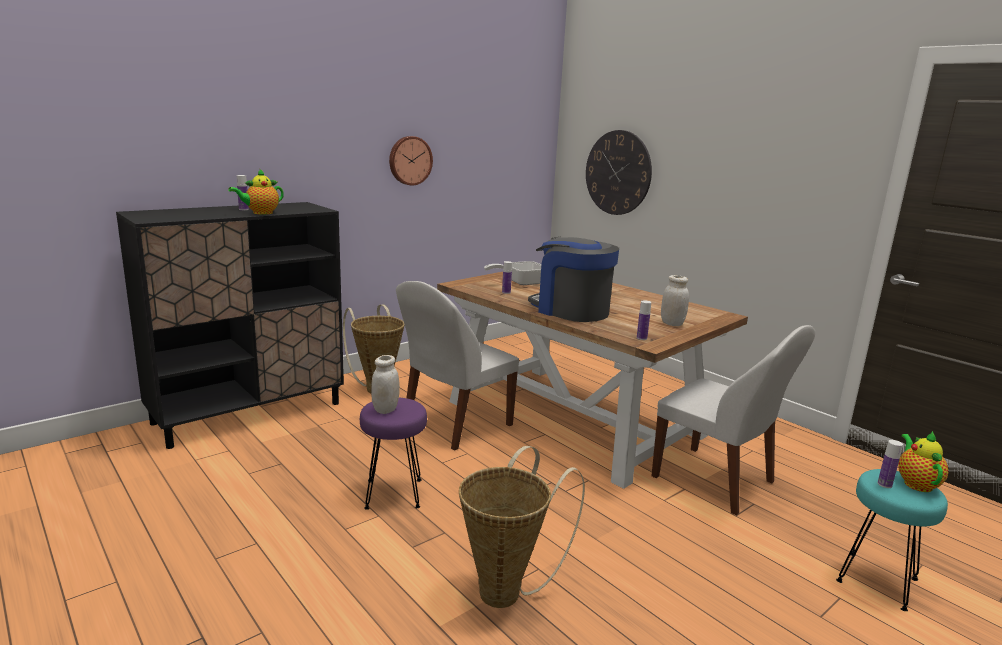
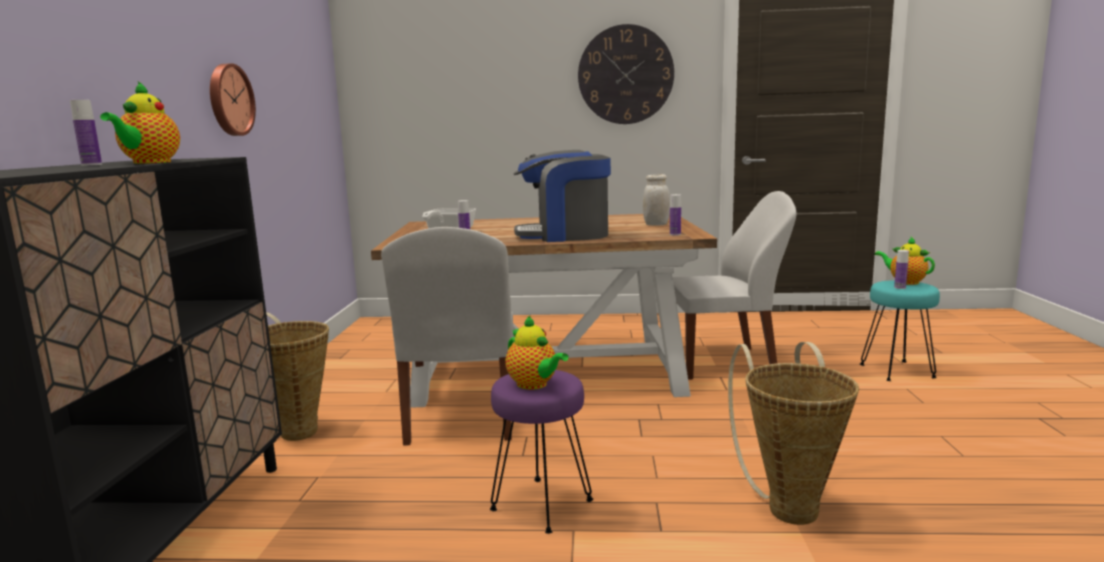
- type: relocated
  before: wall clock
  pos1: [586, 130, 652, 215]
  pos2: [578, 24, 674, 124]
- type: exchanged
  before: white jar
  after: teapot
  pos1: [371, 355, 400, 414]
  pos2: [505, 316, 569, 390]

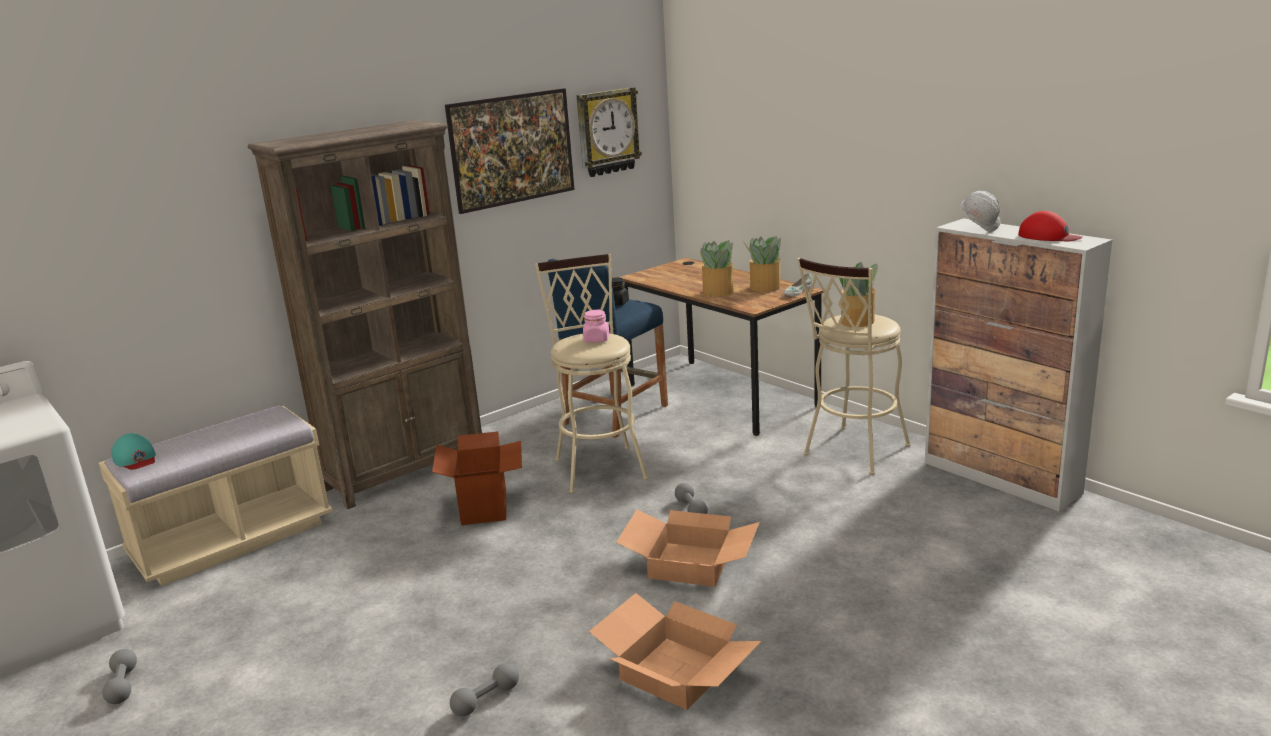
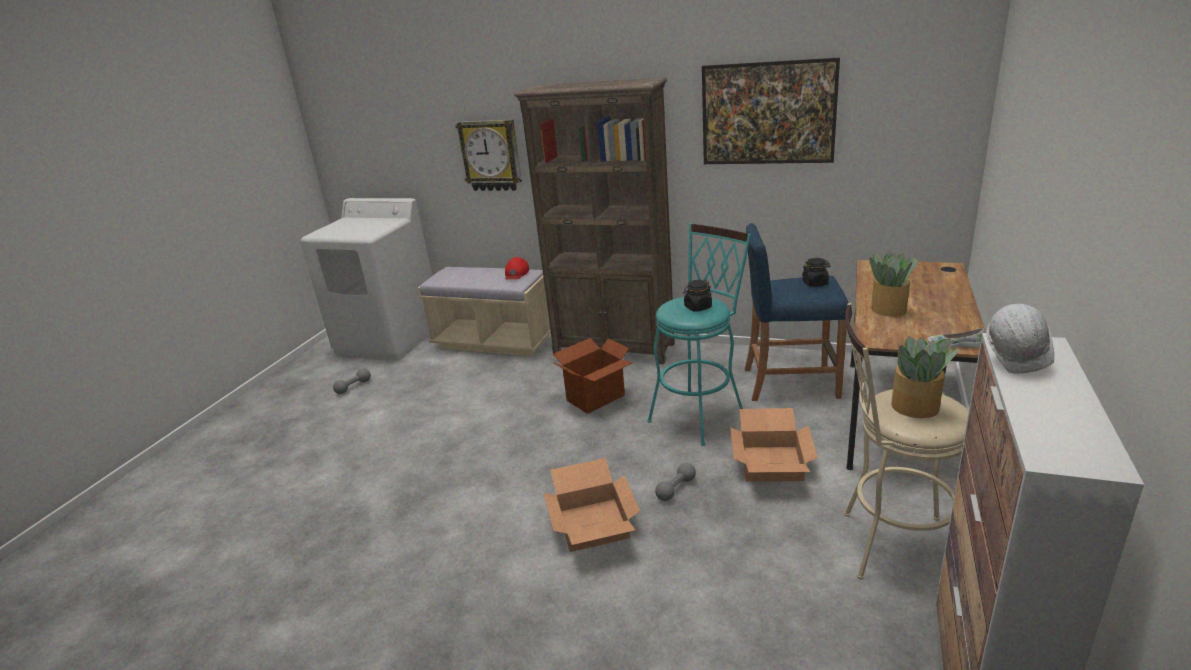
- type: relocated
  before: wall clock
  pos1: [576, 87, 642, 177]
  pos2: [455, 120, 522, 191]
- type: relocated
  before: red cap
  pos1: [1018, 211, 1083, 242]
  pos2: [505, 257, 529, 280]
- type: missing
  before: potted plant
  pos1: [744, 236, 781, 292]
- type: colour
  before: beige stool
  after: turquoise stool
  pos1: [535, 254, 648, 493]
  pos2: [647, 223, 751, 446]
- type: colour
  before: pink jar
  after: black jar
  pos1: [583, 310, 609, 342]
  pos2: [684, 280, 712, 312]
- type: missing
  before: turquoise cap
  pos1: [111, 433, 156, 470]
- type: relocated
  before: cardboard box
  pos1: [589, 593, 761, 710]
  pos2: [730, 408, 818, 482]
- type: missing
  before: grey dumbbell
  pos1: [450, 663, 519, 716]

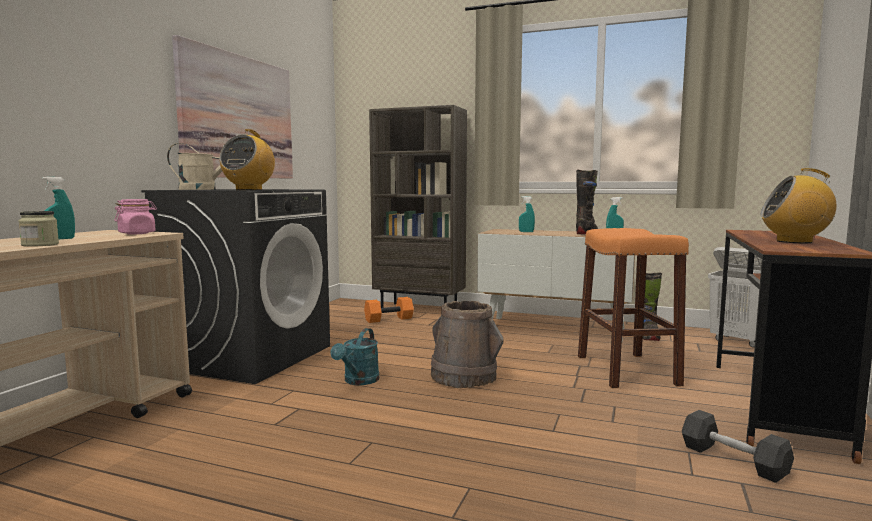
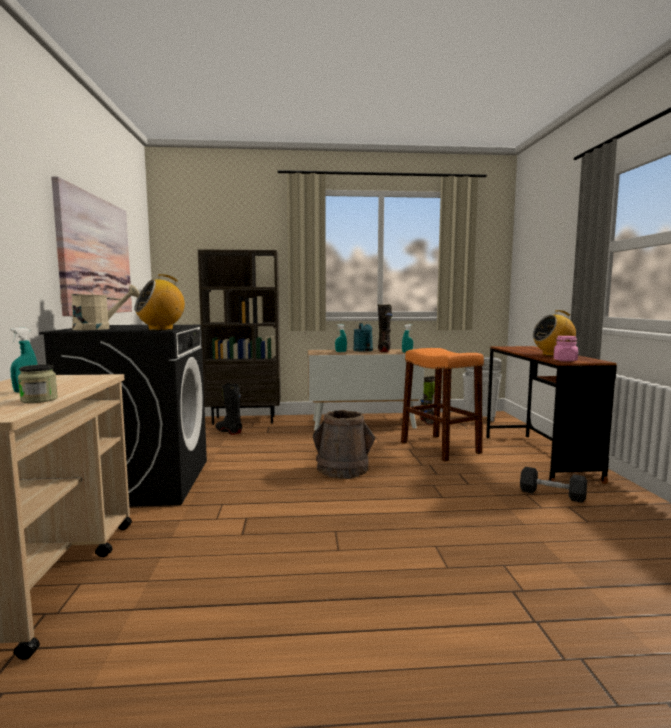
- type: spun
  before: radio
  pos1: [220, 129, 275, 190]
  pos2: [134, 274, 185, 330]
  turn: 60
- type: relocated
  before: pink jar
  pos1: [114, 199, 157, 234]
  pos2: [553, 336, 578, 362]
- type: exchanged
  before: orange dumbbell
  after: black boot
  pos1: [364, 297, 414, 323]
  pos2: [215, 383, 242, 435]
- type: relocated
  before: turquoise watering can
  pos1: [331, 328, 379, 385]
  pos2: [353, 323, 373, 352]

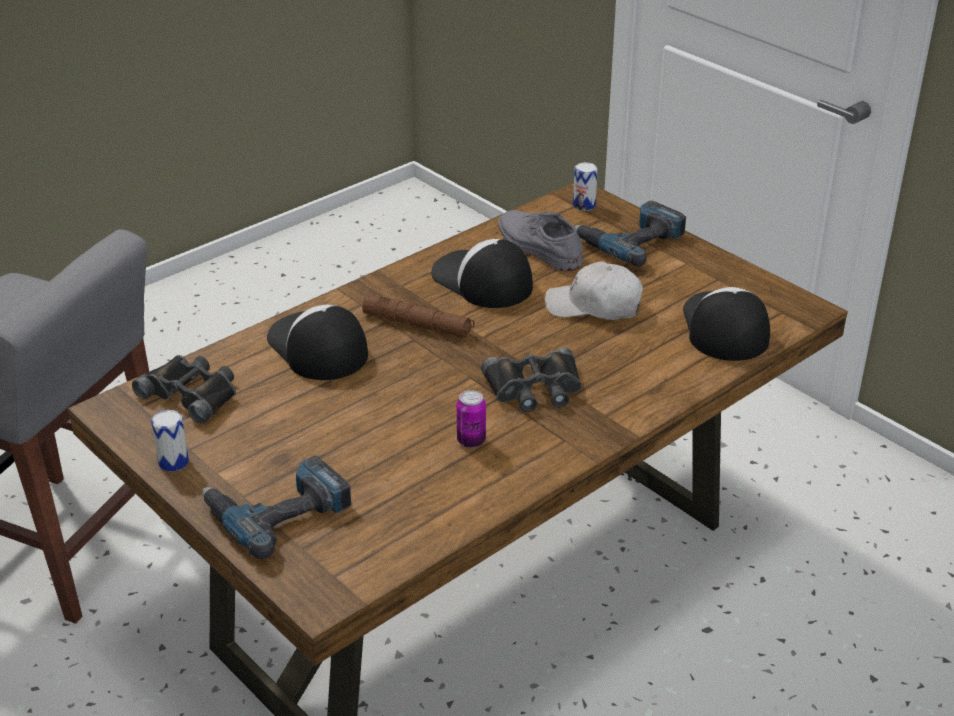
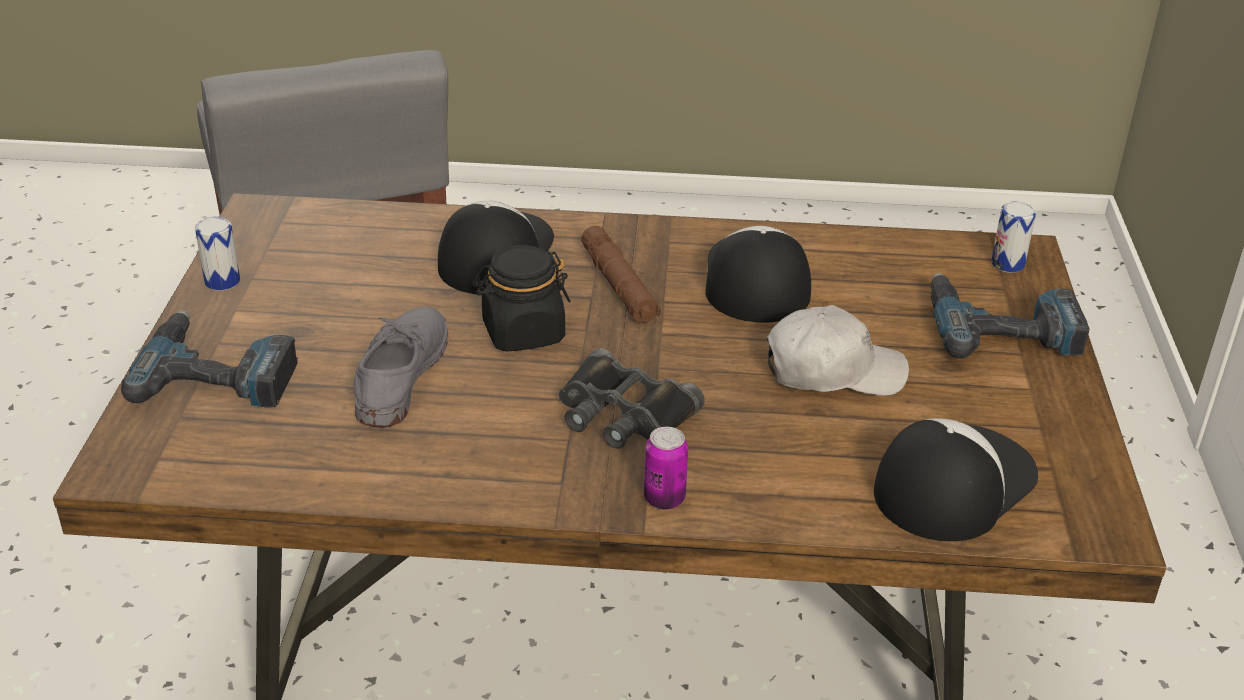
- type: relocated
  before: grey shoe
  pos1: [498, 210, 583, 271]
  pos2: [354, 307, 448, 428]
- type: spun
  before: white cap
  pos1: [545, 261, 643, 320]
  pos2: [767, 305, 909, 396]
  turn: 120
- type: missing
  before: black binoculars
  pos1: [132, 355, 236, 424]
- type: relocated
  before: can
  pos1: [457, 390, 486, 448]
  pos2: [644, 427, 688, 510]
- type: appeared
  after: black jar
  pos2: [472, 245, 571, 352]

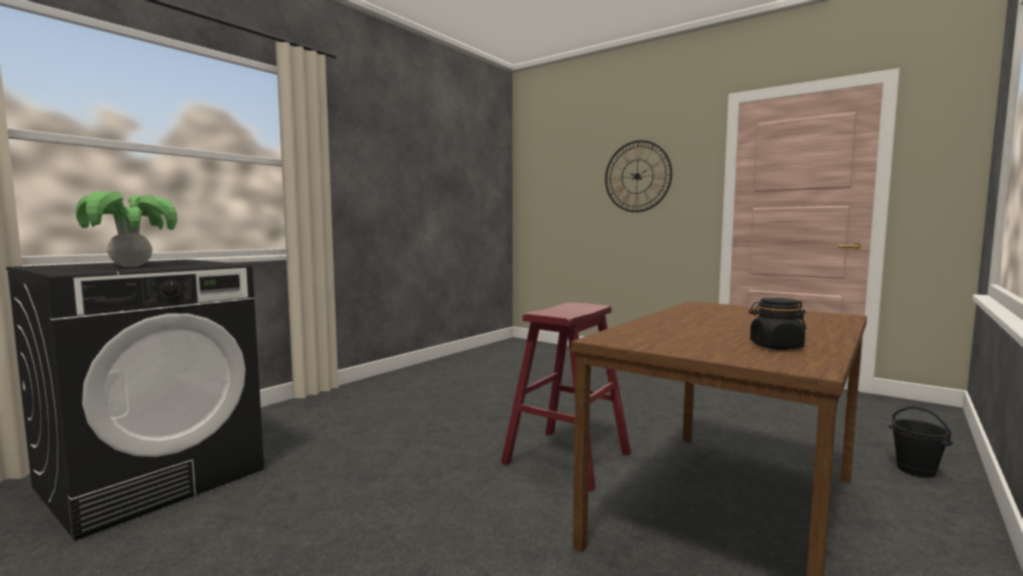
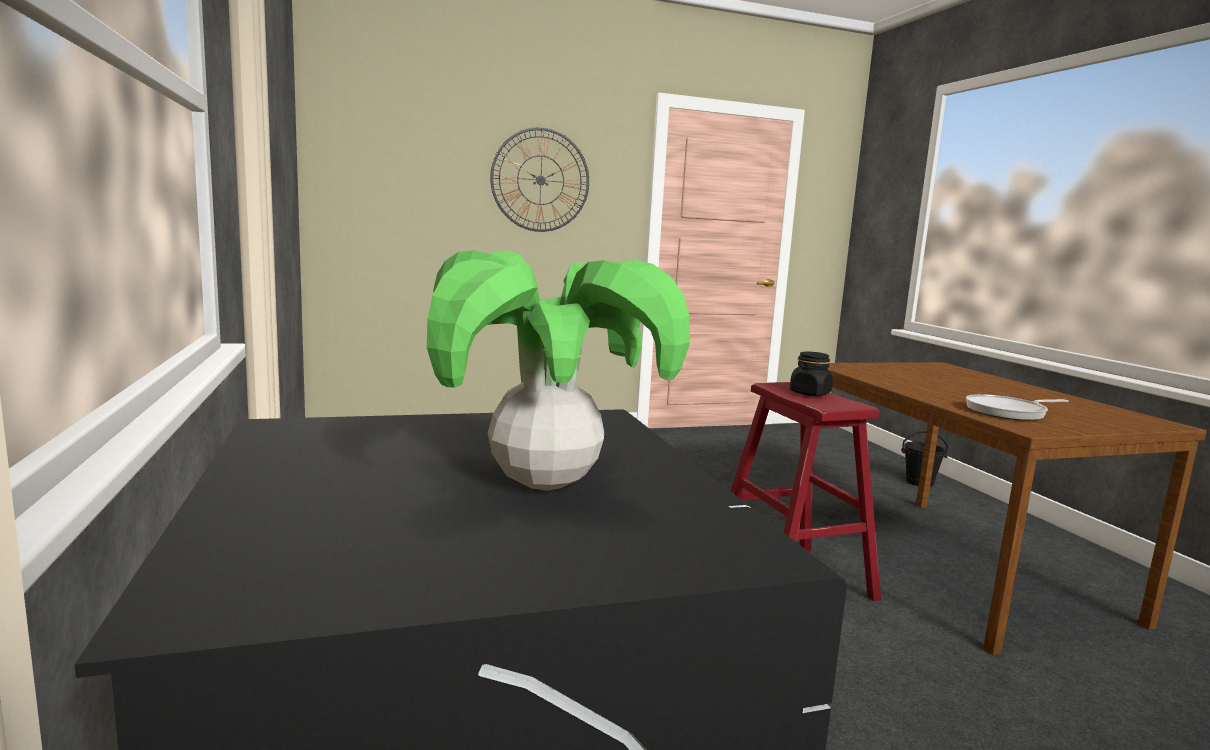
- type: relocated
  before: black jar
  pos1: [749, 298, 806, 350]
  pos2: [790, 351, 833, 396]
- type: appeared
  after: frying pan
  pos2: [966, 394, 1068, 421]

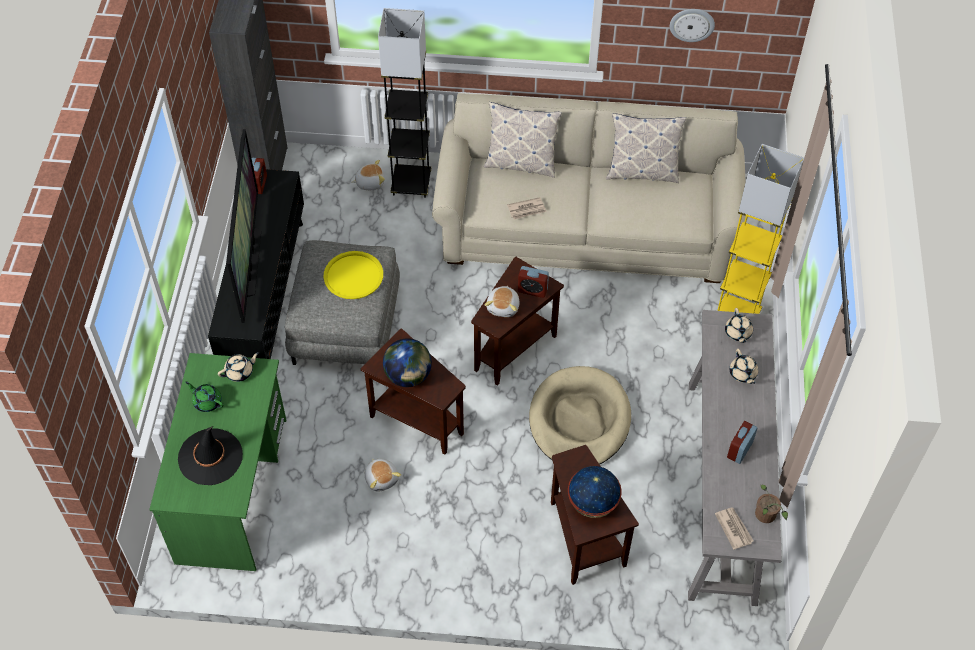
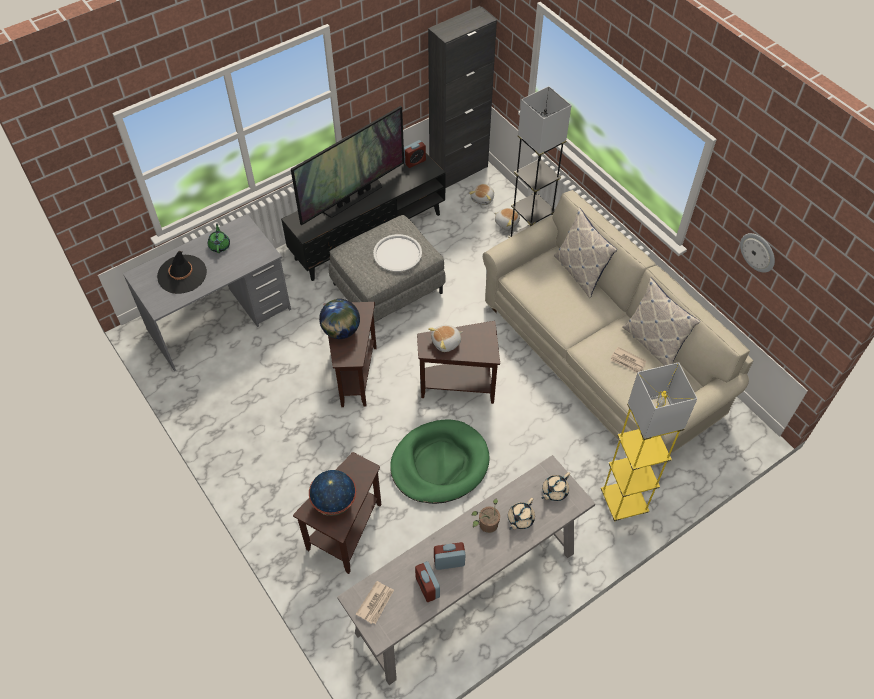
- type: relocated
  before: newspaper
  pos1: [507, 197, 547, 220]
  pos2: [611, 347, 646, 373]
- type: colour
  before: yellow tray
  after: white tray
  pos1: [323, 251, 383, 299]
  pos2: [373, 234, 422, 272]
- type: relocated
  before: alarm clock
  pos1: [518, 266, 549, 298]
  pos2: [415, 561, 440, 602]
- type: missing
  before: beige teapot
  pos1: [218, 352, 259, 382]
- type: colour
  before: green desk
  after: grey desk
  pos1: [149, 353, 286, 571]
  pos2: [123, 214, 291, 371]
- type: colour
  before: beige dog bed
  after: green dog bed
  pos1: [529, 366, 631, 464]
  pos2: [390, 419, 490, 504]
- type: relocated
  before: plush toy
  pos1: [365, 458, 401, 491]
  pos2: [469, 184, 494, 205]
- type: relocated
  before: potted plant
  pos1: [755, 485, 788, 523]
  pos2: [471, 498, 500, 533]

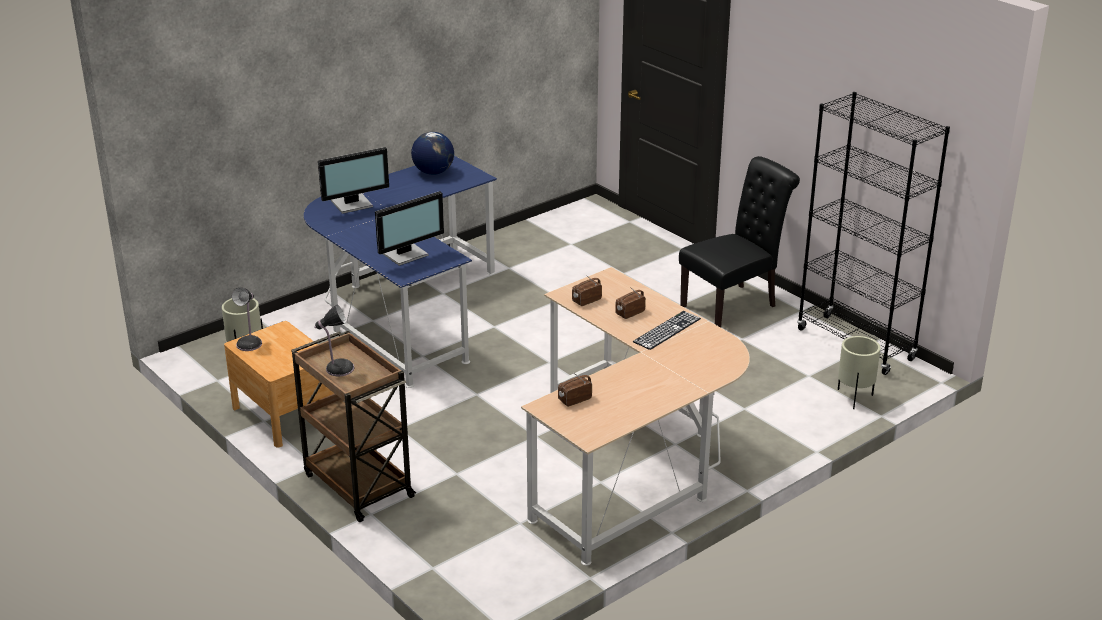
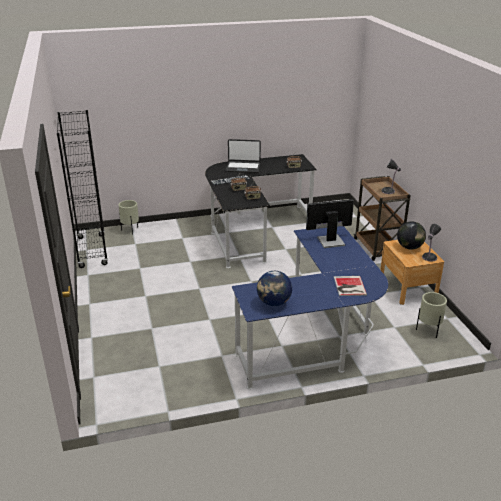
- type: exchanged
  before: monitor
  after: book
  pos1: [318, 147, 389, 214]
  pos2: [334, 276, 367, 296]
- type: missing
  before: black chair
  pos1: [679, 156, 800, 327]
- type: colour
  before: beige desk
  after: black desk
  pos1: [521, 267, 750, 566]
  pos2: [205, 154, 317, 268]
- type: appeared
  after: laptop
  pos2: [225, 139, 261, 173]
- type: appeared
  after: globe
  pos2: [397, 221, 426, 250]

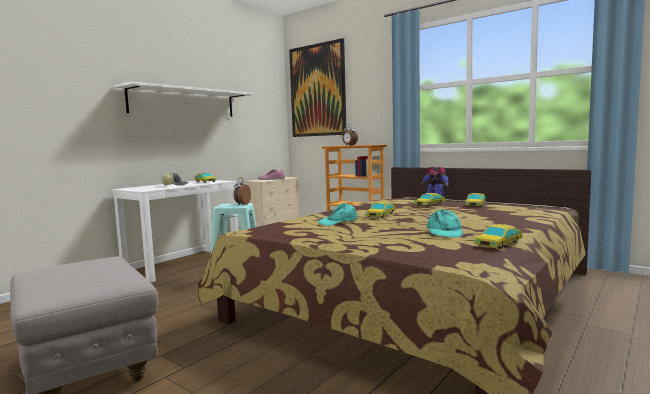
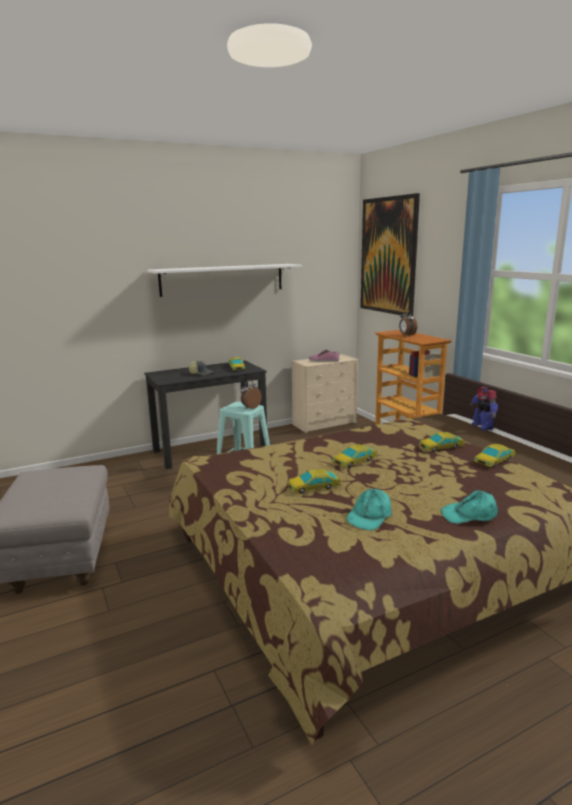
- type: colour
  before: white desk
  after: black desk
  pos1: [112, 180, 238, 283]
  pos2: [144, 360, 267, 469]
- type: relocated
  before: turquoise cap
  pos1: [318, 203, 358, 226]
  pos2: [441, 490, 498, 524]
- type: relocated
  before: toy car
  pos1: [475, 224, 523, 249]
  pos2: [288, 469, 341, 494]

